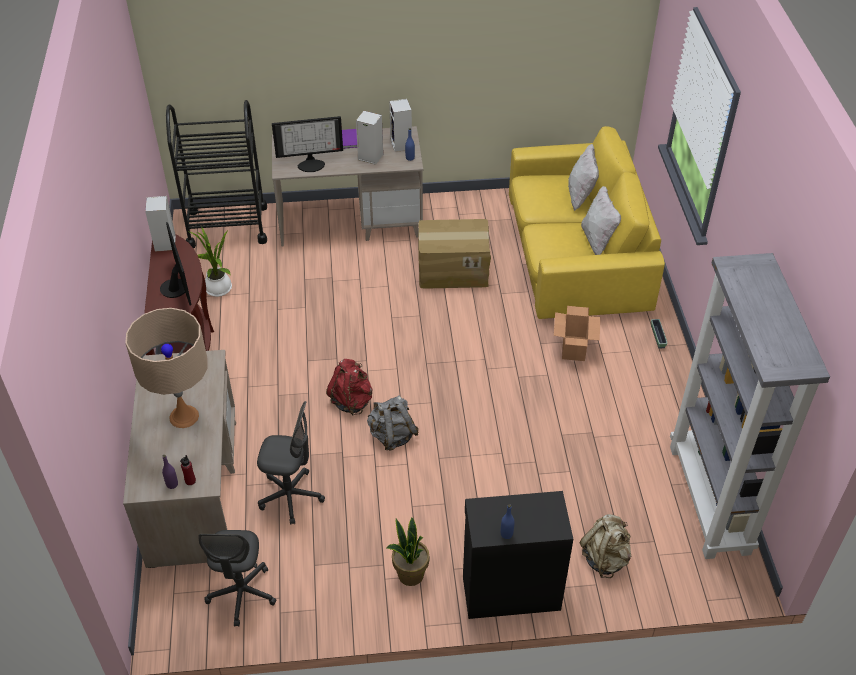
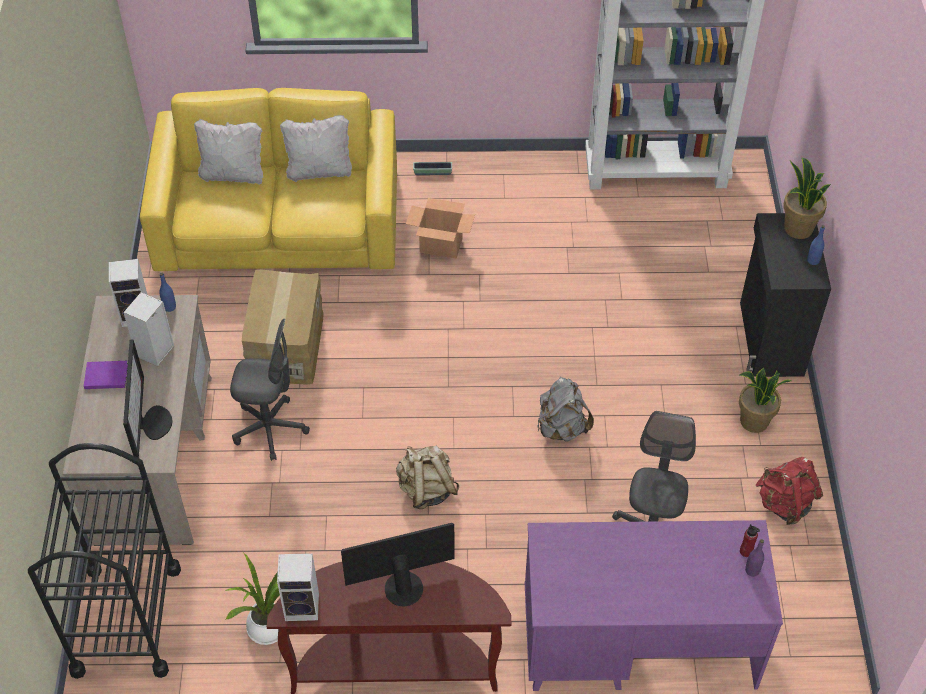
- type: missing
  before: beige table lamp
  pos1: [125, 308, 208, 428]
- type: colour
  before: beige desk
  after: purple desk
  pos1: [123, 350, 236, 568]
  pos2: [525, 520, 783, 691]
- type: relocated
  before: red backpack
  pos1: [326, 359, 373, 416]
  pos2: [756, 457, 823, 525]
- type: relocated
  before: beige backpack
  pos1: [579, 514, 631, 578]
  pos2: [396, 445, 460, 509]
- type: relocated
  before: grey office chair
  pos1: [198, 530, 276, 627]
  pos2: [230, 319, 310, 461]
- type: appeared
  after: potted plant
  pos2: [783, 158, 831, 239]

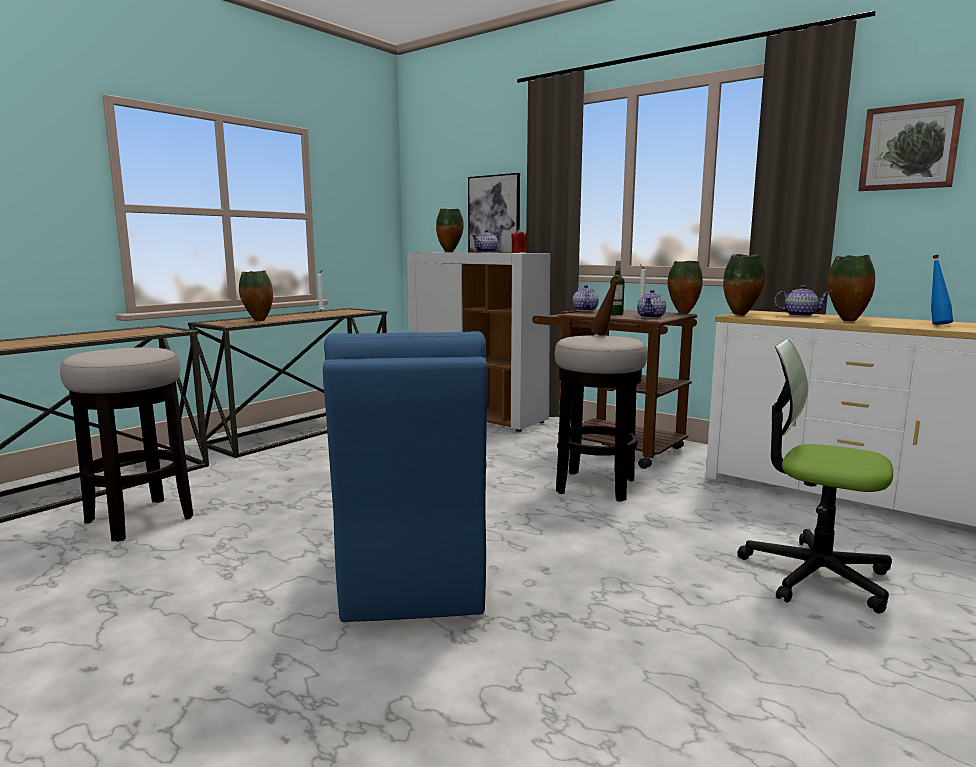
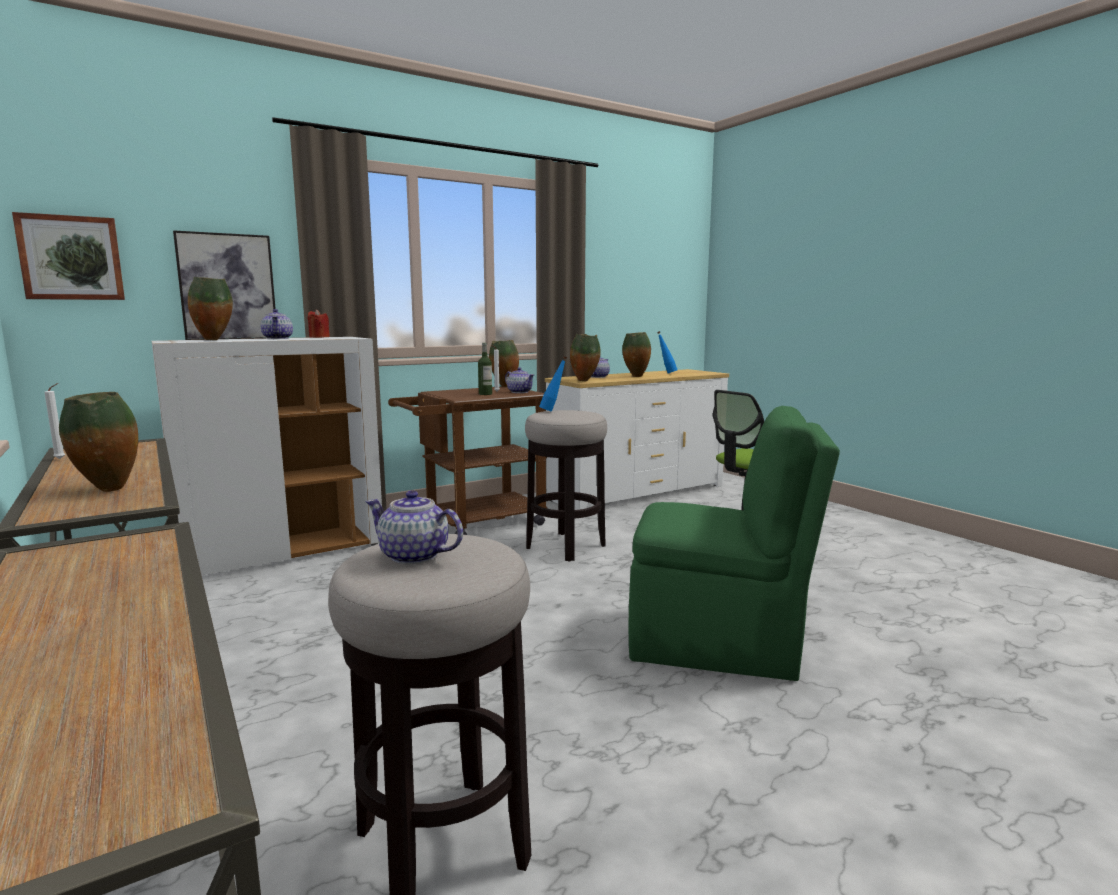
- type: relocated
  before: picture
  pos1: [858, 98, 964, 191]
  pos2: [12, 212, 125, 300]
- type: colour
  before: brown bottle
  after: blue bottle
  pos1: [591, 275, 619, 335]
  pos2: [539, 356, 567, 412]
- type: relocated
  before: teapot
  pos1: [572, 285, 599, 311]
  pos2: [365, 490, 463, 564]
- type: colour
  before: blue chair
  after: green chair
  pos1: [323, 331, 488, 622]
  pos2: [629, 406, 840, 681]

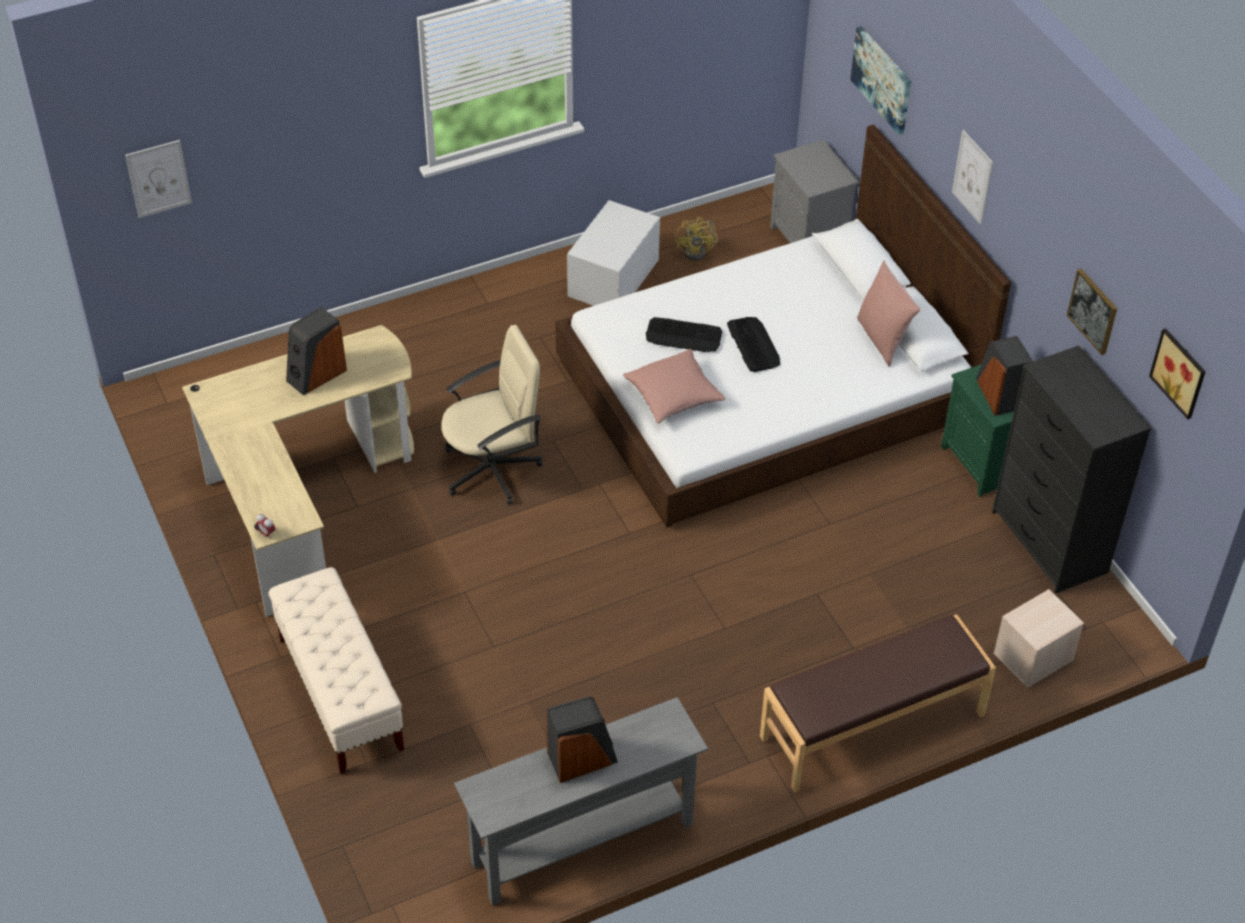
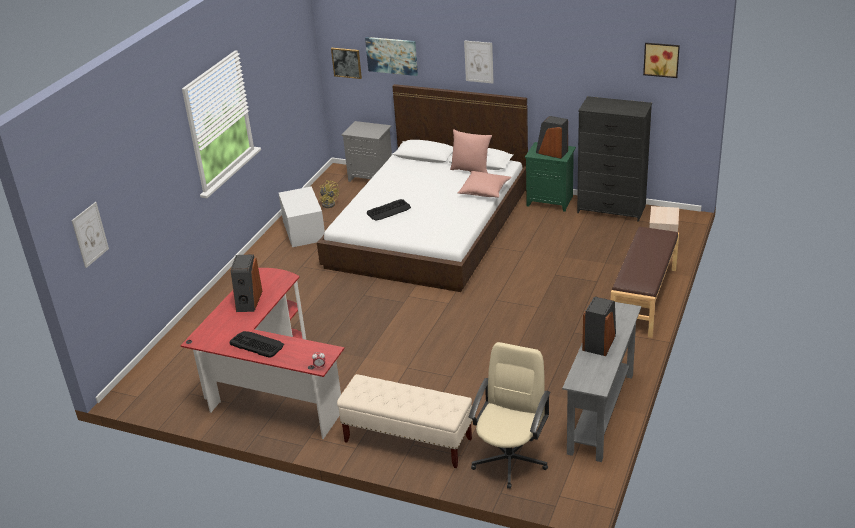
- type: relocated
  before: picture
  pos1: [1067, 269, 1117, 355]
  pos2: [331, 48, 362, 79]
- type: relocated
  before: keyboard
  pos1: [727, 317, 780, 372]
  pos2: [229, 331, 284, 358]
- type: colour
  before: beige desk
  after: red desk
  pos1: [182, 325, 414, 617]
  pos2: [180, 268, 344, 439]
- type: relocated
  before: beige office chair
  pos1: [441, 325, 543, 504]
  pos2: [469, 342, 551, 489]
- type: relocated
  before: pink pillow
  pos1: [623, 349, 725, 424]
  pos2: [457, 171, 511, 198]

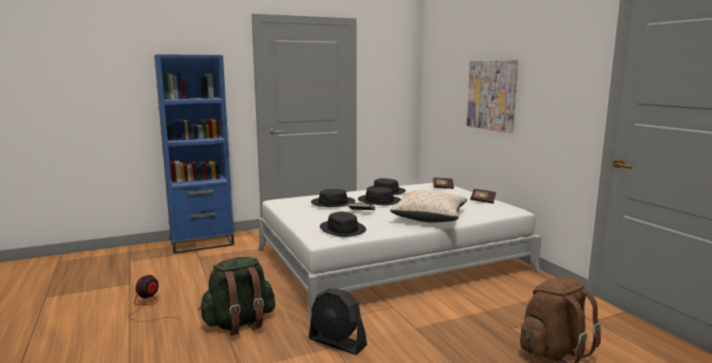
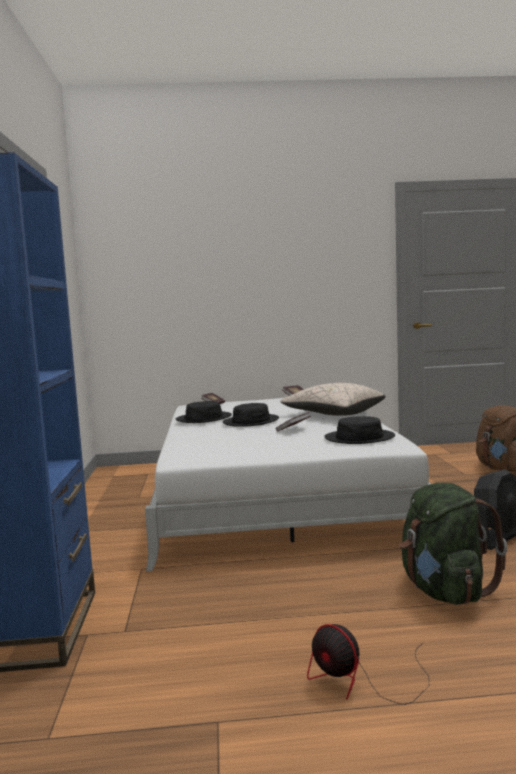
- type: missing
  before: picture
  pos1: [467, 60, 518, 133]
- type: missing
  before: black hat
  pos1: [311, 189, 355, 207]

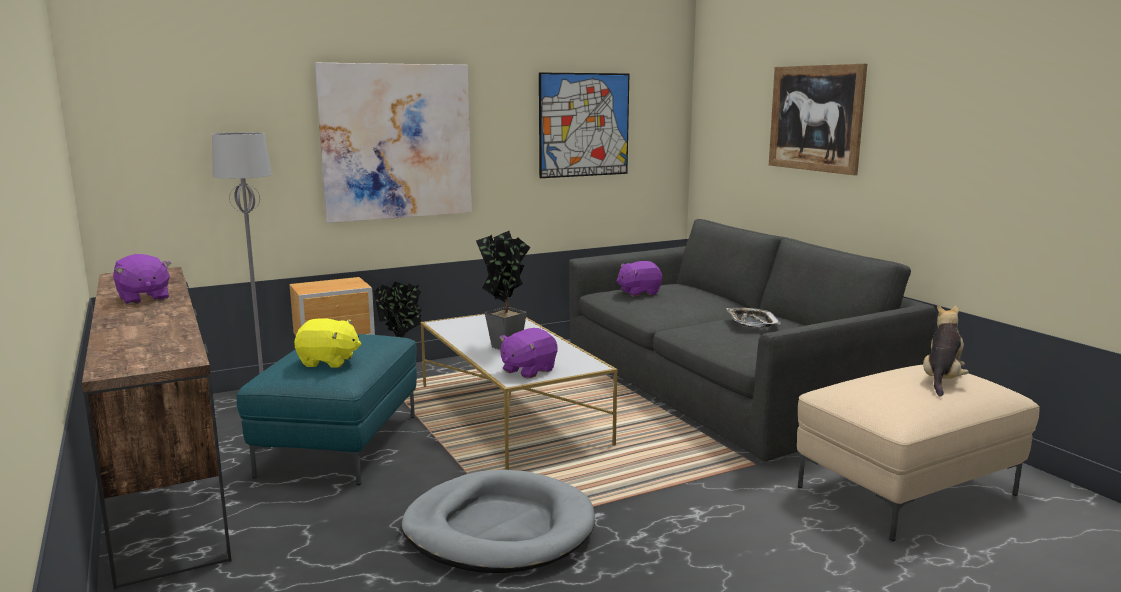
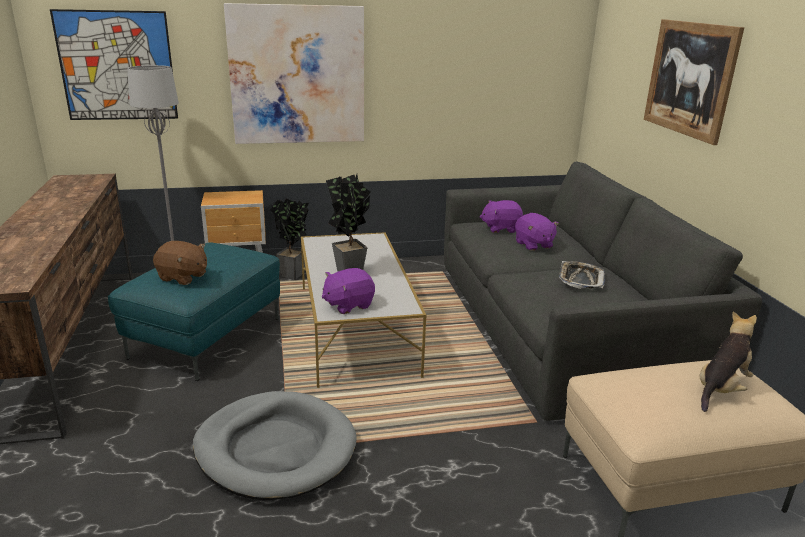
- type: relocated
  before: picture
  pos1: [539, 72, 629, 178]
  pos2: [50, 9, 178, 120]
- type: relocated
  before: purple plush toy
  pos1: [113, 254, 171, 305]
  pos2: [515, 213, 559, 251]
- type: colour
  before: yellow plush toy
  after: brown plush toy
  pos1: [294, 318, 361, 368]
  pos2: [153, 241, 207, 285]

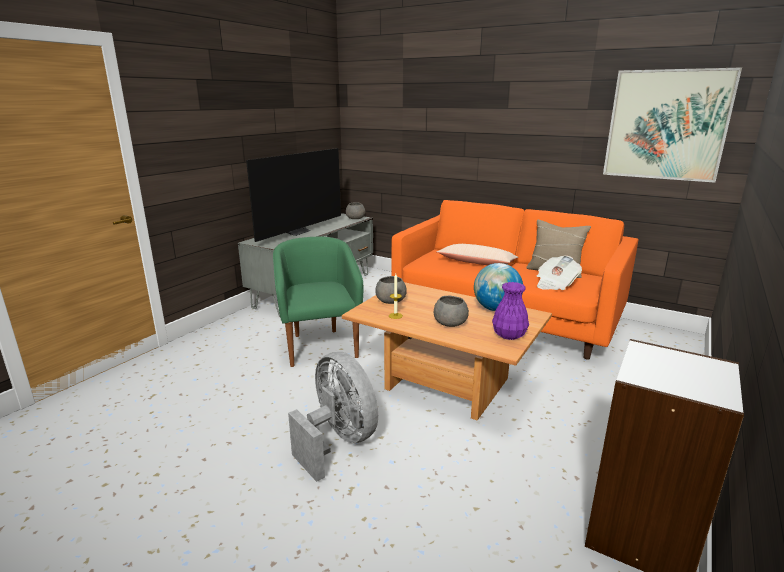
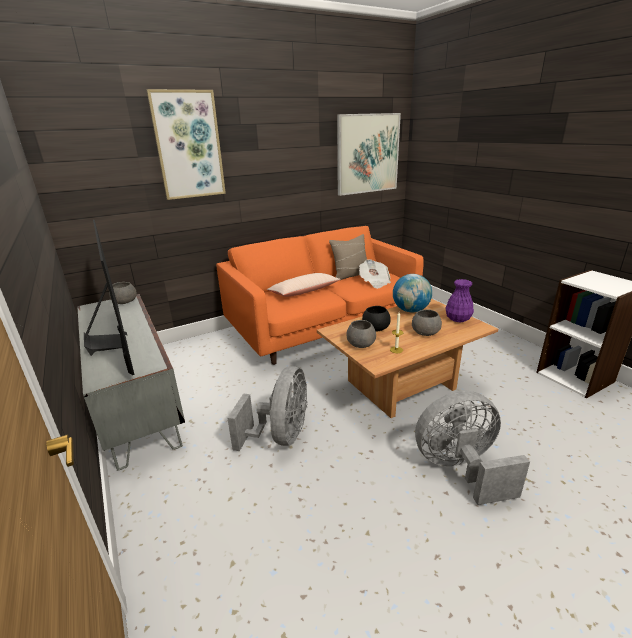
- type: exchanged
  before: green armchair
  after: grey fan
  pos1: [273, 237, 363, 367]
  pos2: [227, 366, 308, 451]
- type: appeared
  after: picture
  pos2: [147, 89, 226, 200]
- type: appeared
  after: black bowl
  pos2: [362, 306, 390, 331]

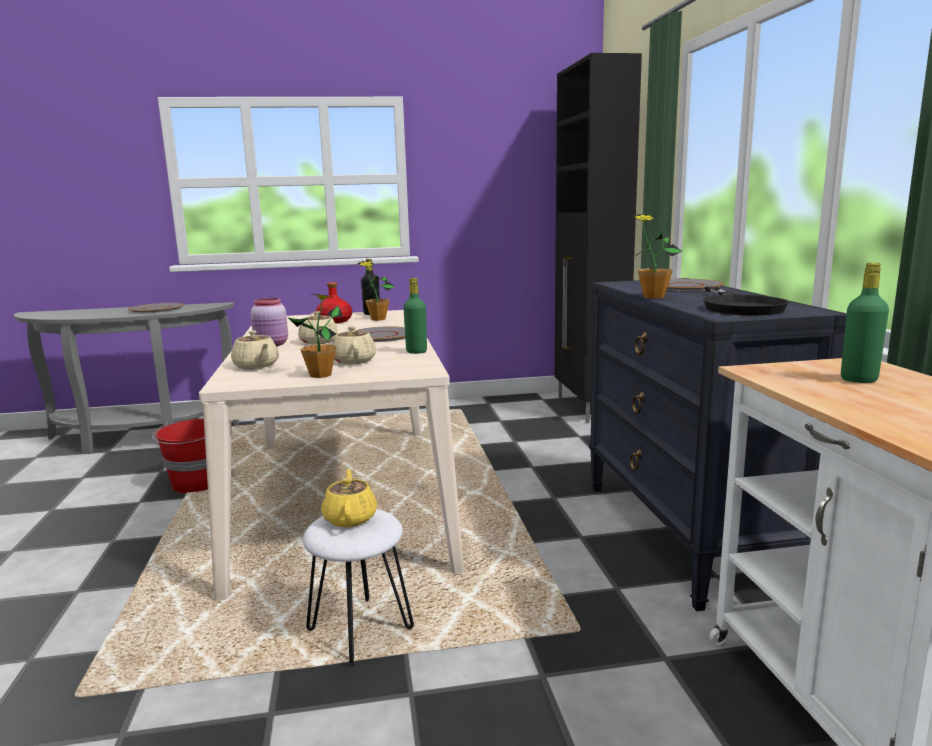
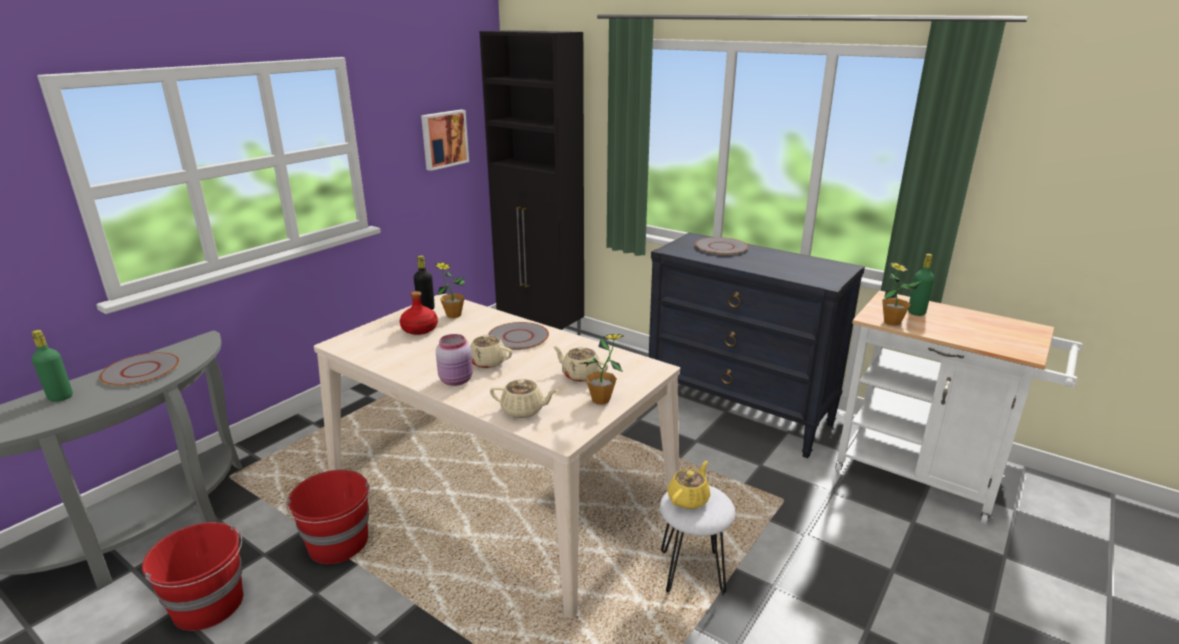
- type: relocated
  before: potted plant
  pos1: [631, 214, 683, 299]
  pos2: [882, 262, 922, 326]
- type: relocated
  before: green bottle
  pos1: [403, 278, 427, 354]
  pos2: [32, 330, 73, 402]
- type: missing
  before: black frying pan
  pos1: [703, 286, 789, 315]
- type: spun
  before: yellow teapot
  pos1: [321, 469, 377, 527]
  pos2: [668, 461, 710, 509]
  turn: 90
- type: appeared
  after: picture
  pos2: [421, 110, 469, 171]
- type: appeared
  after: red bucket
  pos2: [142, 522, 243, 631]

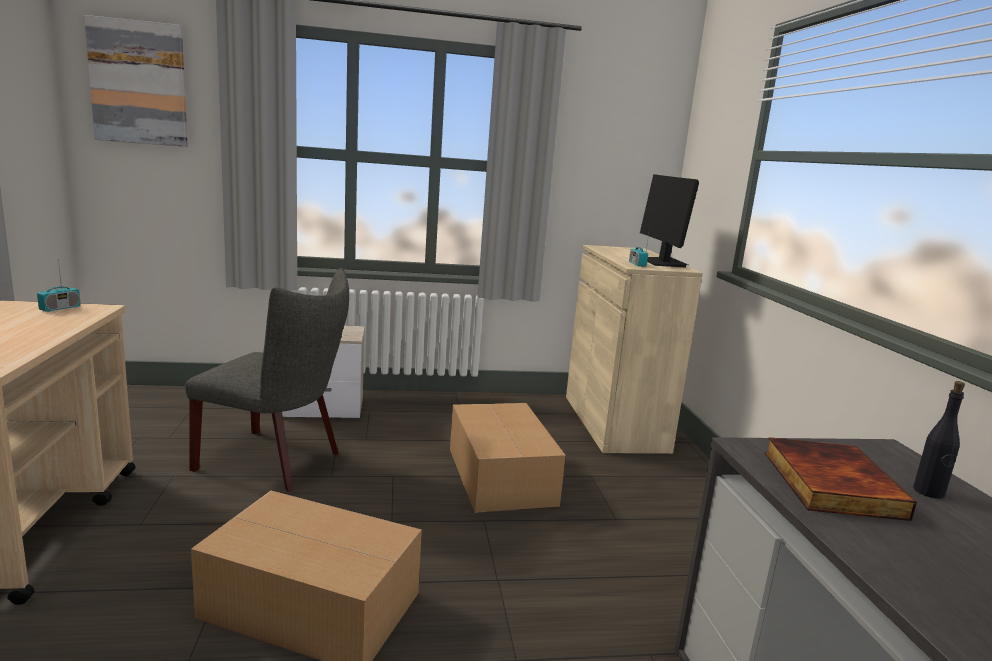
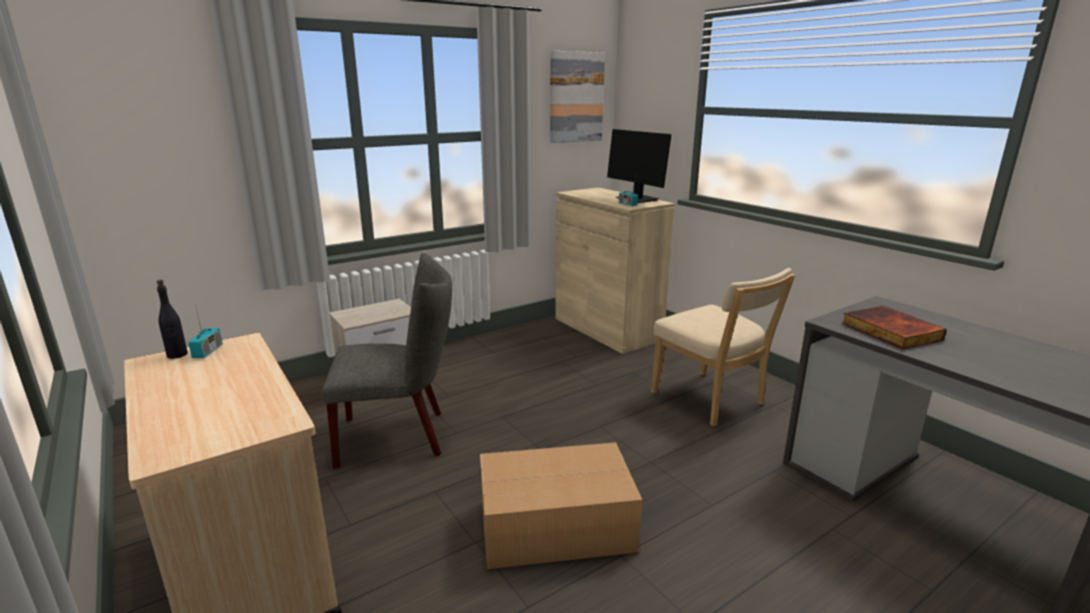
- type: relocated
  before: picture
  pos1: [84, 15, 188, 147]
  pos2: [550, 51, 605, 143]
- type: relocated
  before: black bottle
  pos1: [913, 381, 965, 499]
  pos2: [156, 280, 188, 359]
- type: missing
  before: cardboard box
  pos1: [450, 403, 566, 513]
- type: appeared
  after: beige chair
  pos2: [651, 268, 795, 426]

